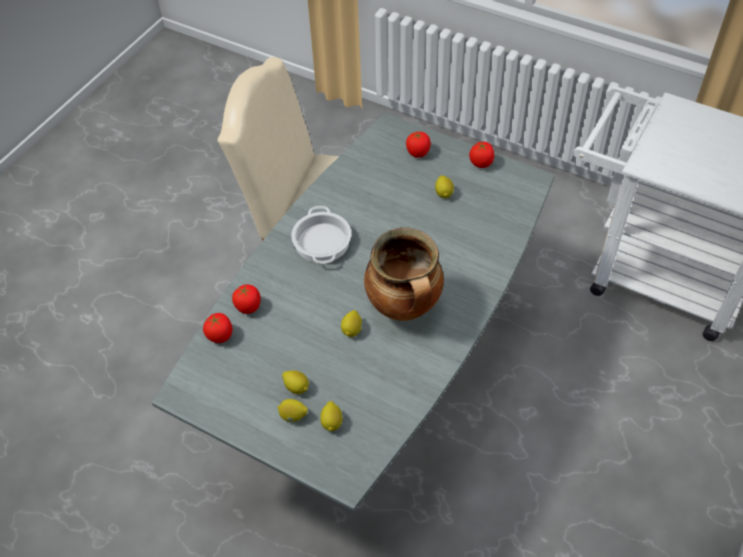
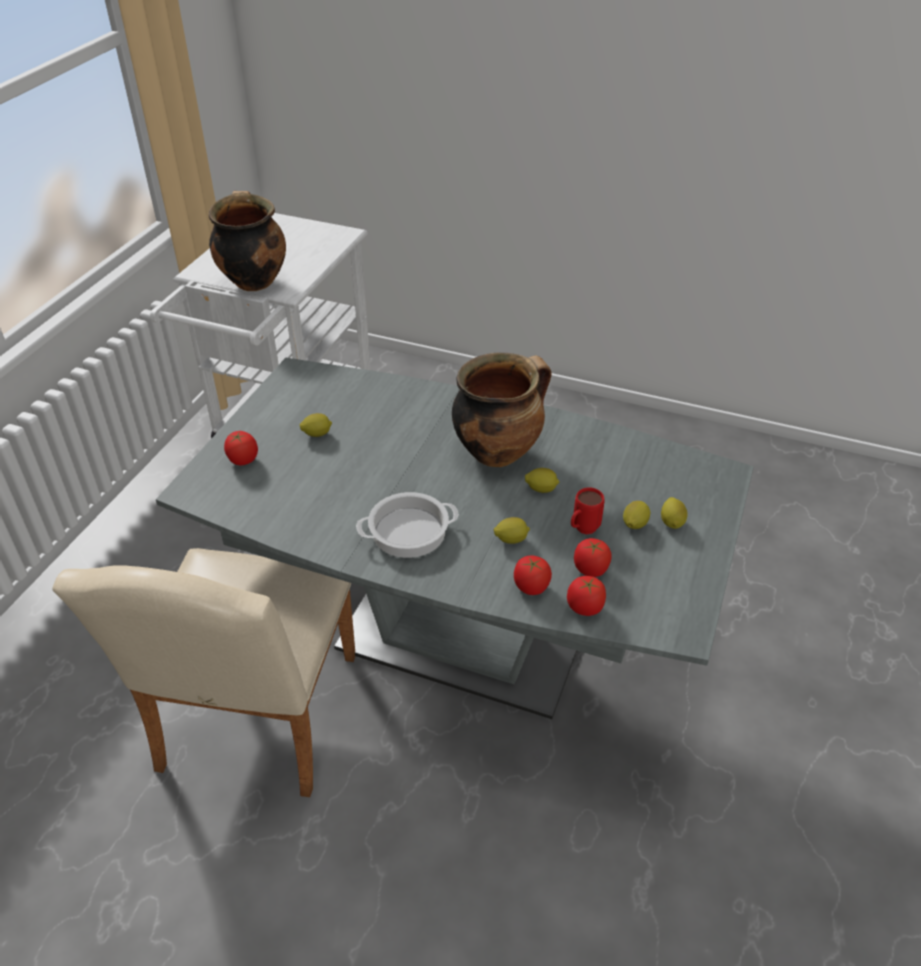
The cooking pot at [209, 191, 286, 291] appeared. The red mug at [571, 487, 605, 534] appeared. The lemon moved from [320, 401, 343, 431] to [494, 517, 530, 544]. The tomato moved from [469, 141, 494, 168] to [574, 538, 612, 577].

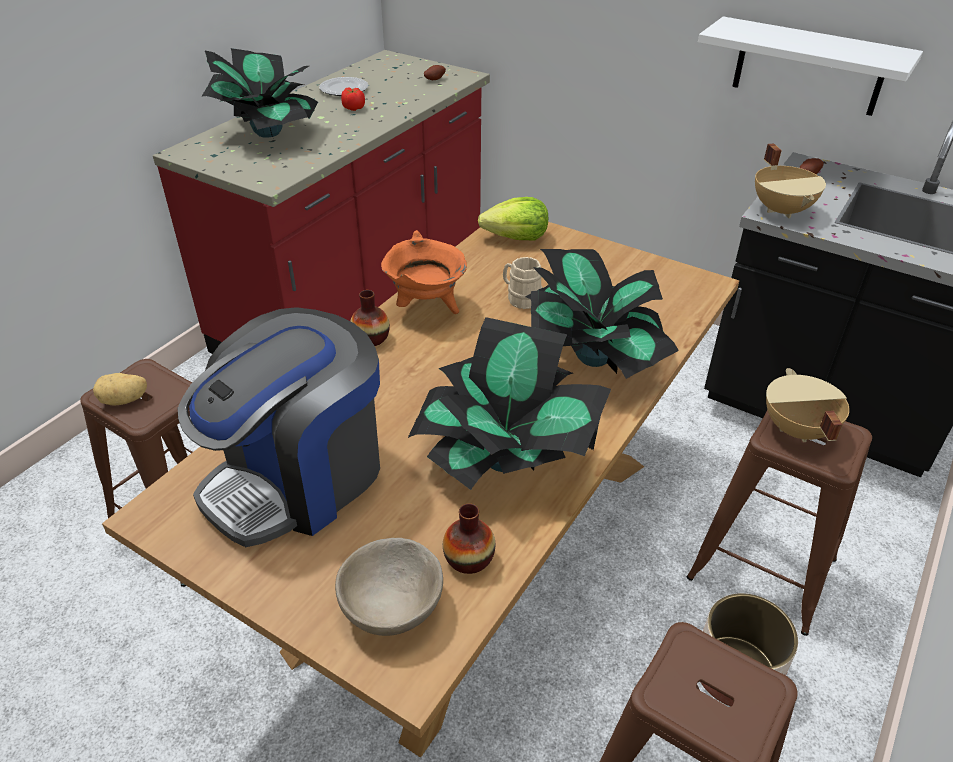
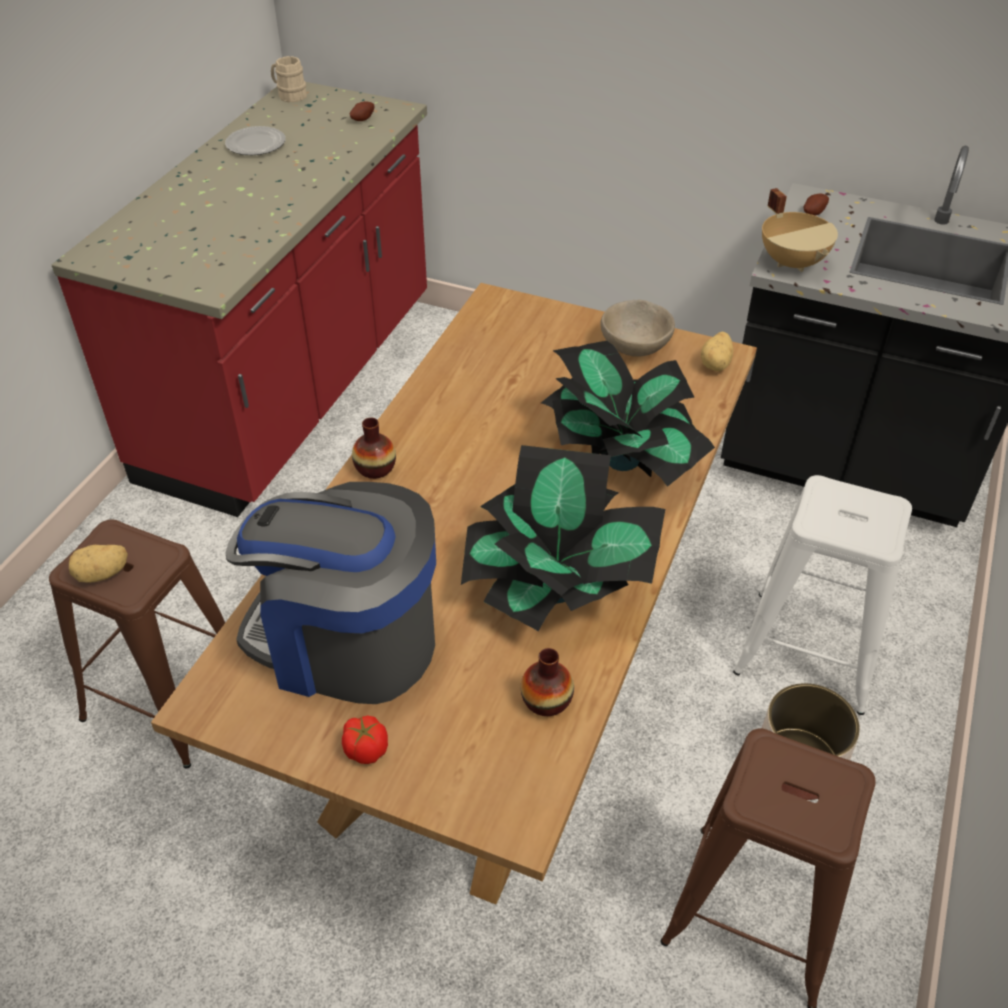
The potted plant at [202, 48, 318, 138] disappeared. The orange cooking pot at [381, 230, 467, 314] disappeared. The lettuce at [478, 197, 548, 241] disappeared. The white shelf at [698, 16, 923, 116] disappeared. The beige cooking pot at [766, 368, 850, 442] disappeared. The potato at [701, 332, 733, 372] appeared. The beige bowl moved from [335, 538, 443, 636] to [600, 300, 675, 357]. The tomato moved from [341, 87, 365, 111] to [342, 715, 388, 764]. The beige mug moved from [503, 257, 542, 309] to [271, 56, 307, 103]. The brown stool at [687, 410, 872, 636] became the white stool at [733, 475, 912, 715]. The coffee machine at [177, 307, 380, 547] turned 75 degrees clockwise.

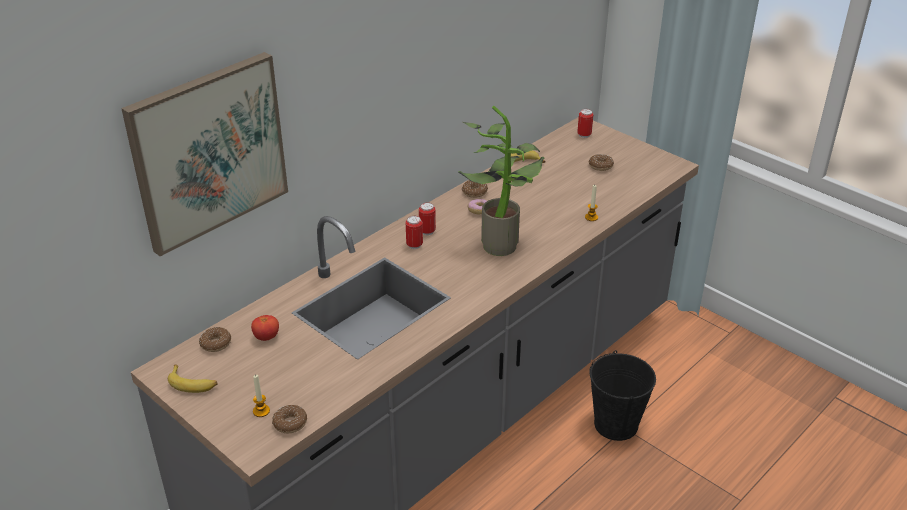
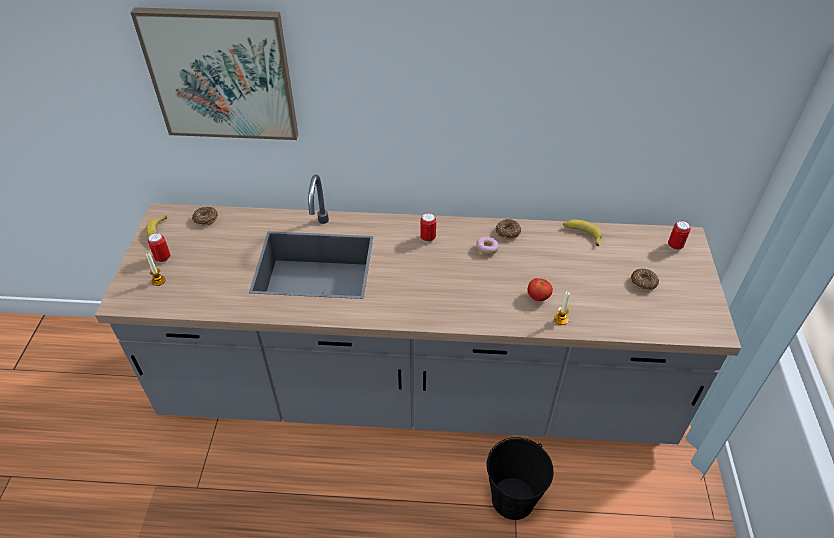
The donut at [272, 405, 307, 433] disappeared. The potted plant at [458, 106, 544, 256] disappeared. The tomato moved from [251, 315, 279, 341] to [528, 278, 553, 301]. The can moved from [405, 216, 423, 249] to [148, 233, 170, 263].

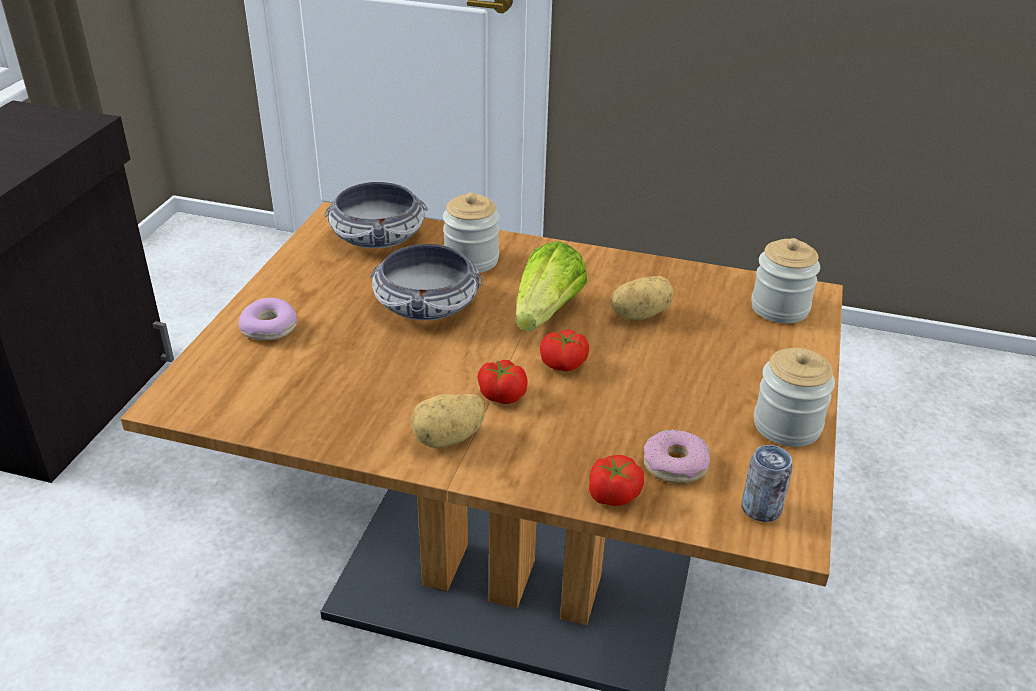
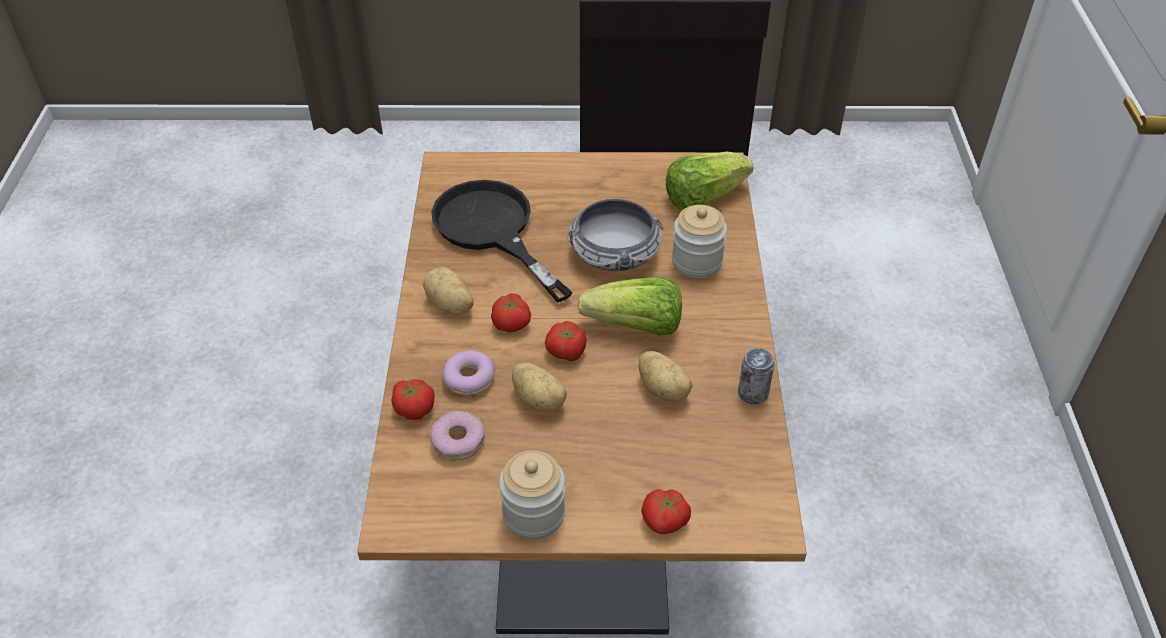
The jar at [751, 238, 820, 323] disappeared. The black frying pan at [431, 180, 573, 303] appeared. The potato at [512, 362, 567, 412] appeared. The tomato at [641, 489, 691, 534] appeared. The donut moved from [239, 298, 297, 340] to [443, 350, 495, 395]. The can moved from [741, 445, 793, 522] to [738, 348, 774, 404]. The bowl at [324, 182, 428, 248] was replaced by the lettuce at [666, 151, 753, 211].

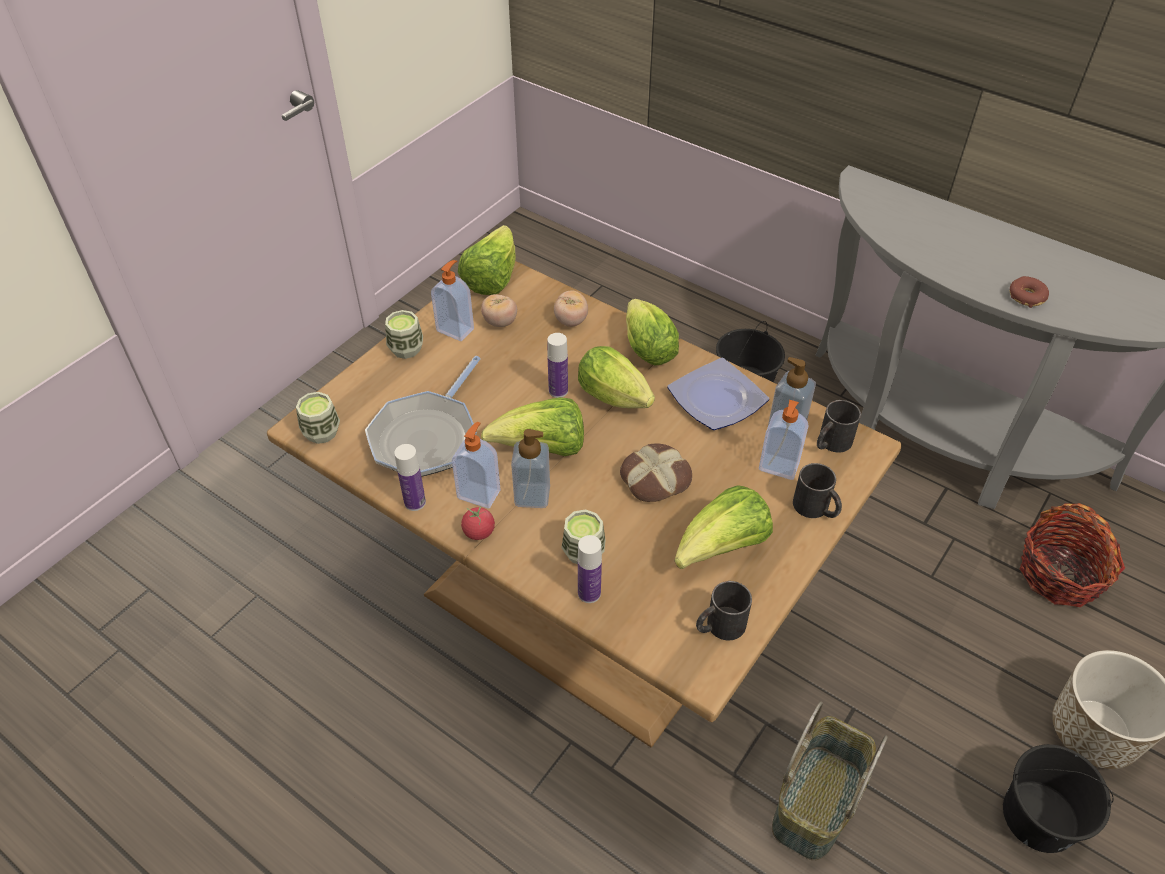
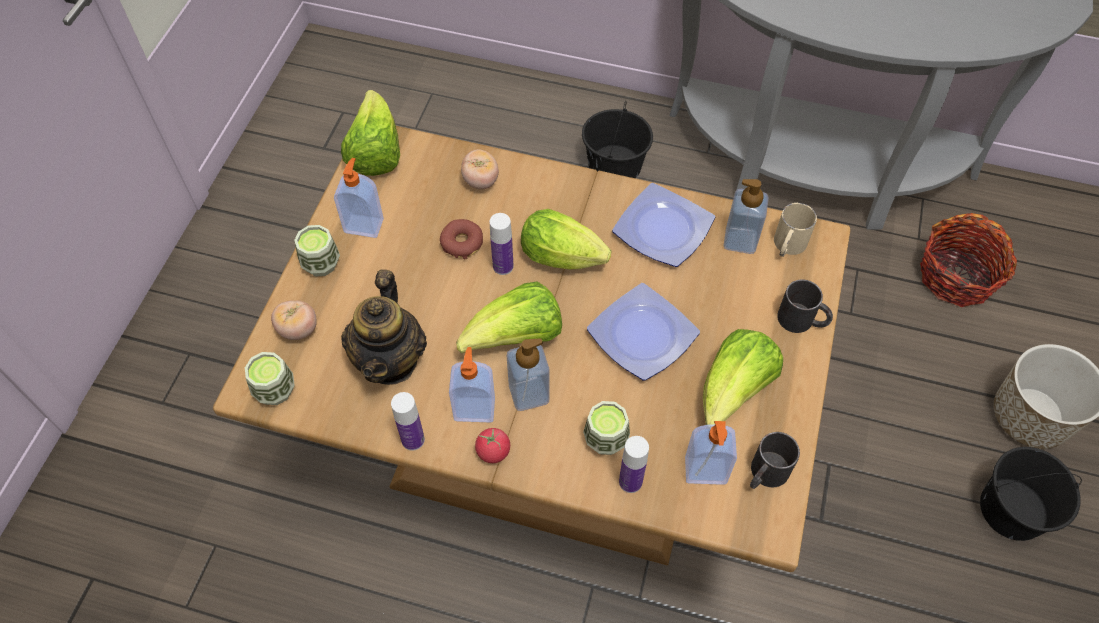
The lettuce at [626, 299, 679, 366] disappeared. The basket at [772, 701, 888, 860] disappeared. The tomato moved from [481, 294, 517, 327] to [271, 300, 317, 340]. The soap dispenser moved from [759, 400, 808, 480] to [685, 421, 737, 485]. The donut moved from [1010, 276, 1049, 308] to [440, 219, 483, 259]. The frying pan at [365, 356, 481, 477] was replaced by the teapot at [341, 270, 427, 385]. The bread at [620, 443, 692, 502] was replaced by the plate at [587, 283, 700, 381]. The black mug at [817, 400, 861, 453] became the beige mug at [774, 203, 817, 257].

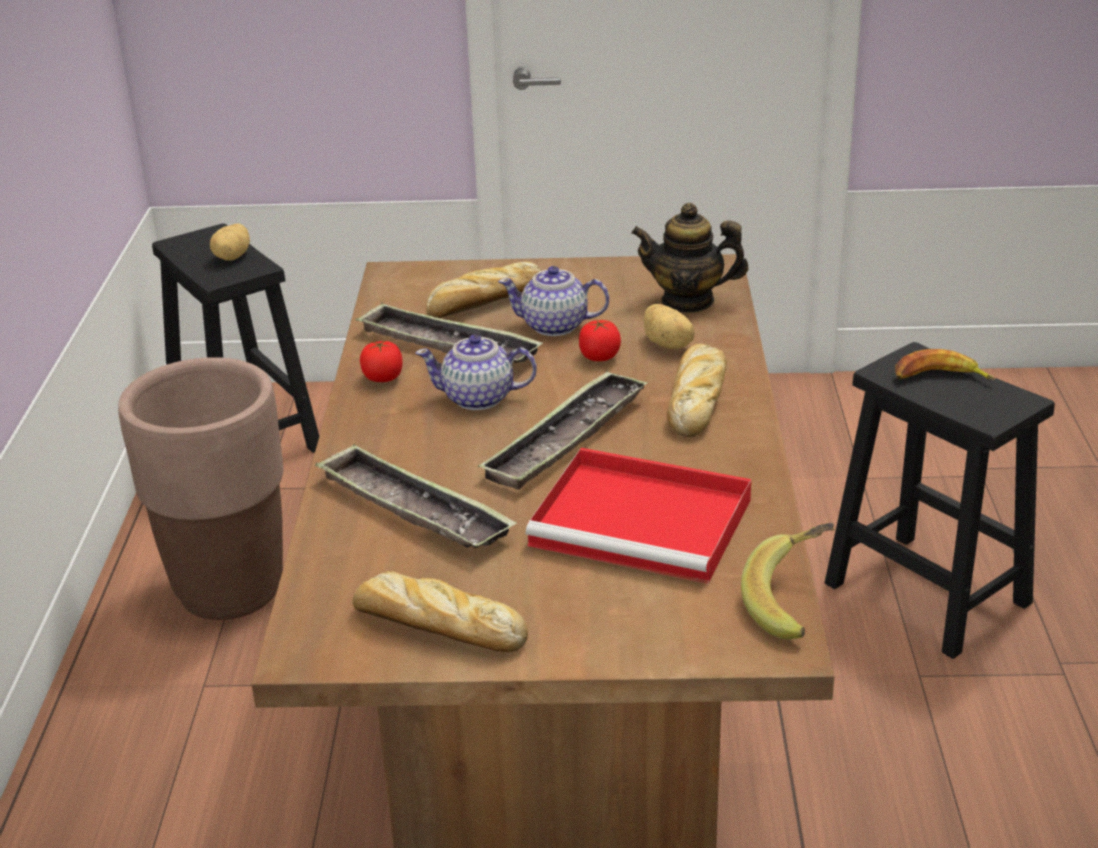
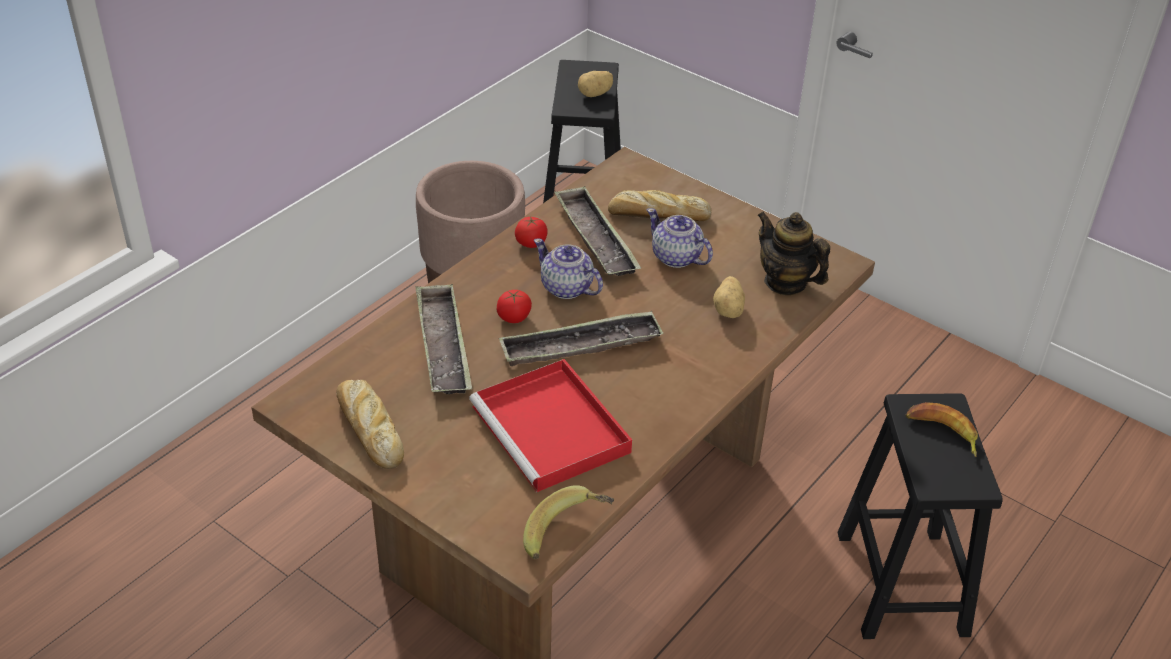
The bread at [667, 344, 727, 437] disappeared. The tomato moved from [579, 320, 621, 361] to [497, 290, 532, 323].

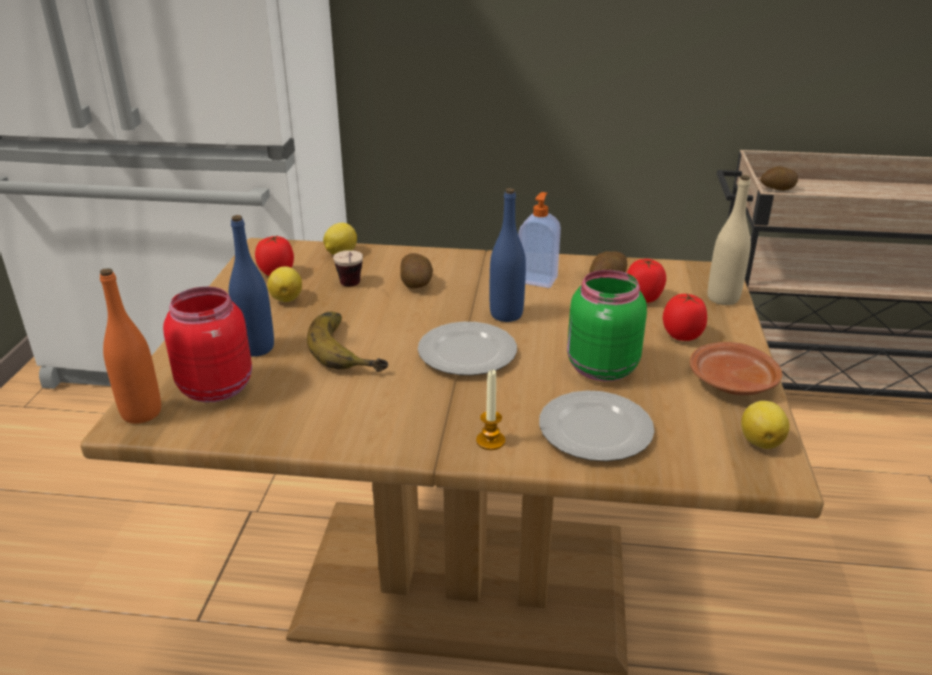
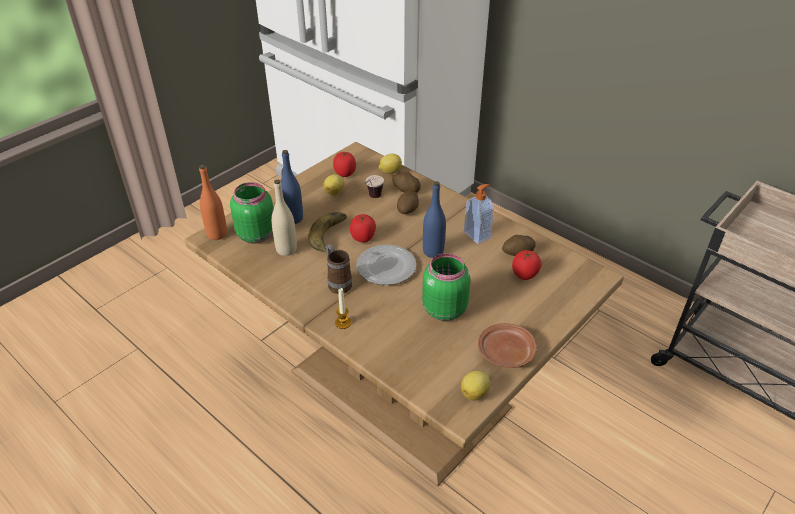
The plate at [539, 390, 654, 461] disappeared. The mug at [326, 244, 352, 294] appeared. The tomato moved from [663, 294, 707, 341] to [350, 214, 376, 243]. The beige bottle moved from [708, 175, 751, 305] to [271, 179, 297, 256]. The potato moved from [760, 166, 798, 191] to [392, 172, 421, 193]. The red jar at [163, 287, 252, 402] became the green jar at [230, 182, 273, 243].

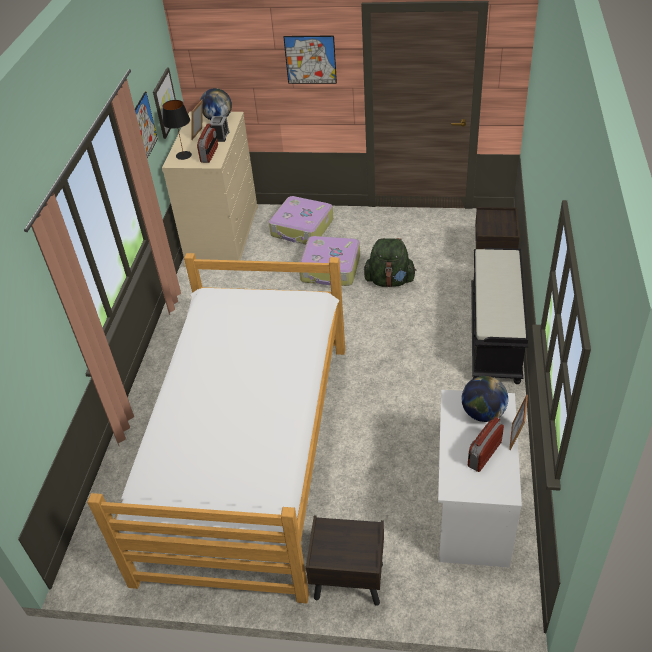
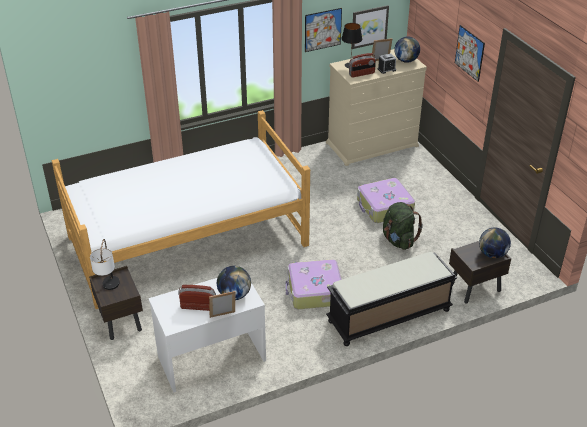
The table lamp at [90, 239, 120, 290] appeared. The globe at [479, 227, 511, 258] appeared. The suitcase moved from [269, 196, 333, 244] to [286, 259, 342, 309].

